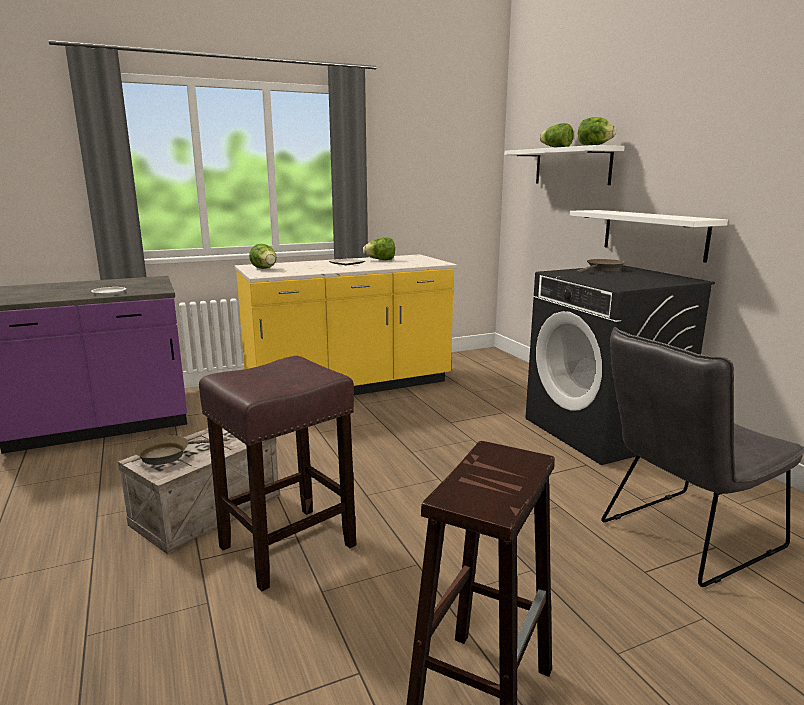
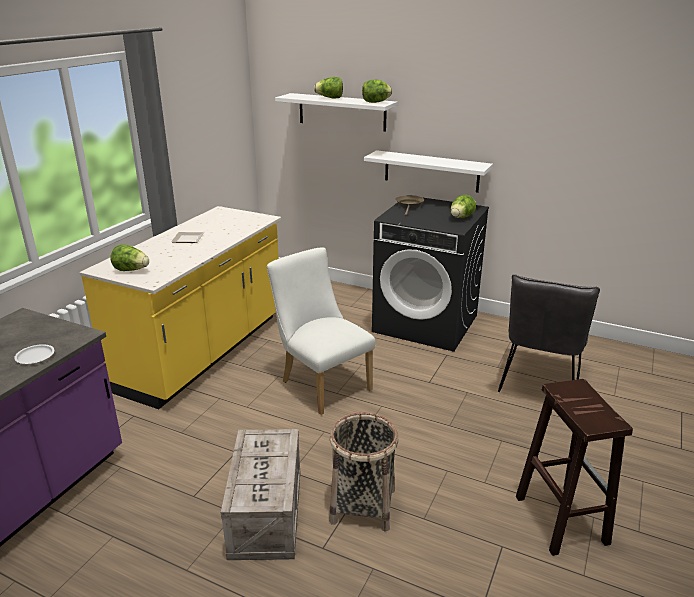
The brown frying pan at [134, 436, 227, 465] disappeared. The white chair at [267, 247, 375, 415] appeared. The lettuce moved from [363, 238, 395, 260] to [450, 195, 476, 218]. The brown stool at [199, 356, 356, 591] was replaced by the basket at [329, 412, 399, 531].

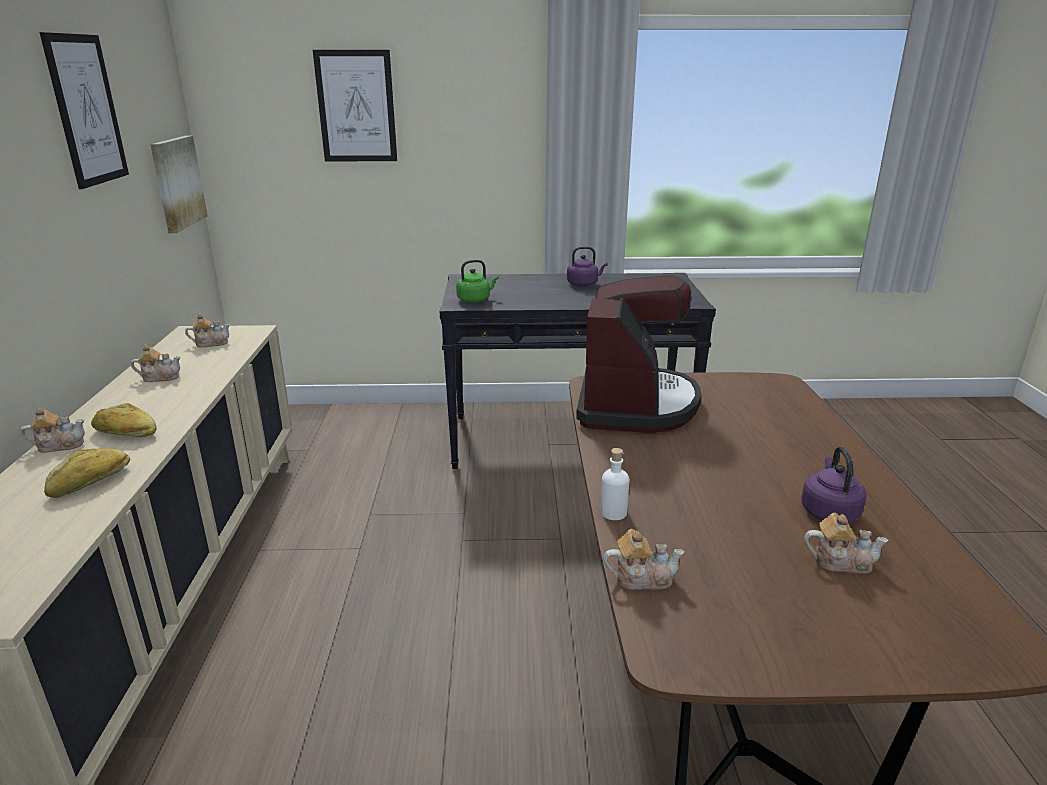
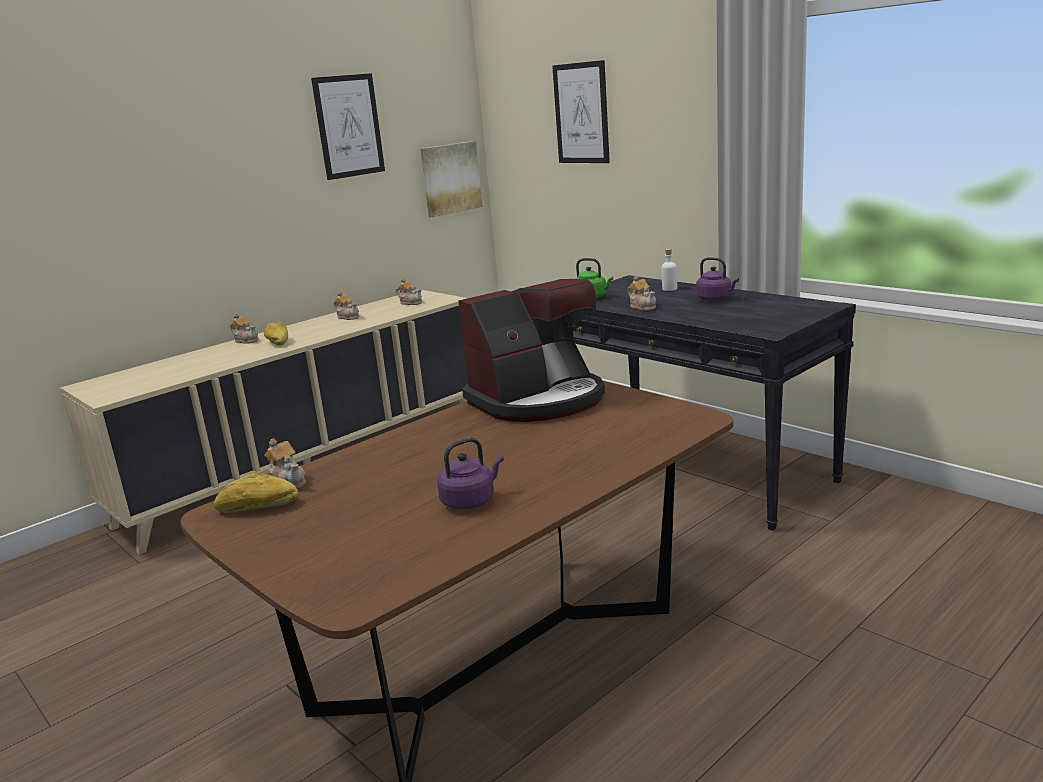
The bread moved from [44, 448, 130, 498] to [214, 472, 299, 513]. The white bottle moved from [600, 448, 629, 520] to [661, 249, 677, 291]. The teapot moved from [804, 513, 889, 574] to [628, 275, 656, 311].

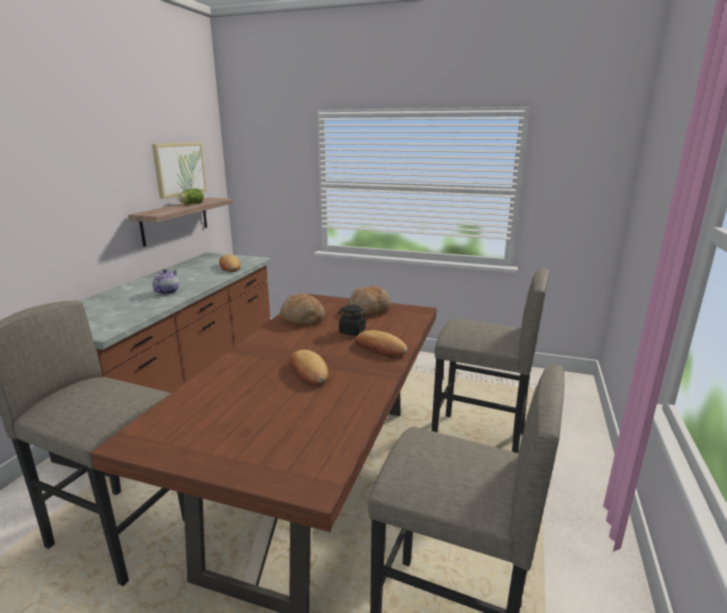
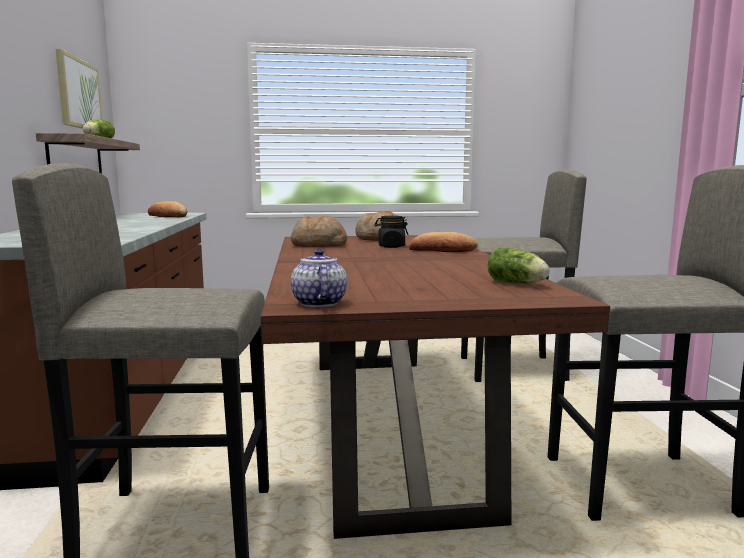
The bread at [290, 350, 328, 384] disappeared. The lettuce at [488, 247, 550, 284] appeared. The teapot moved from [152, 269, 179, 294] to [291, 249, 347, 307].

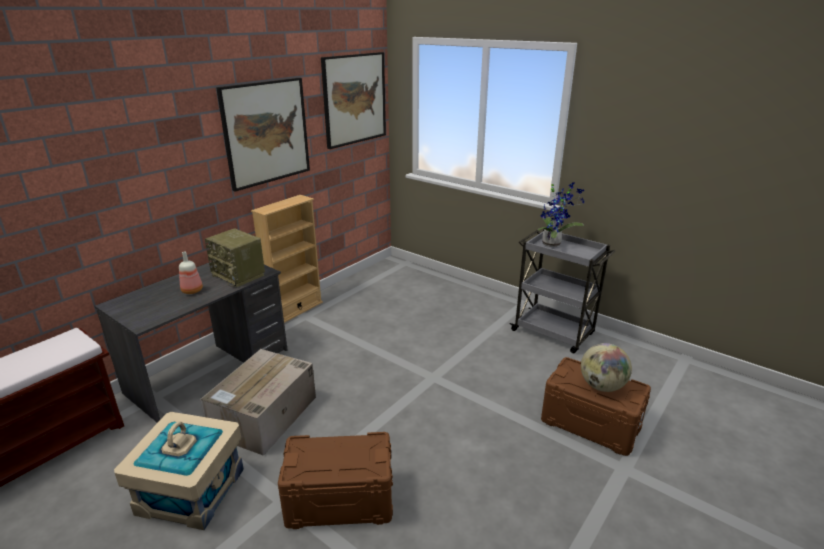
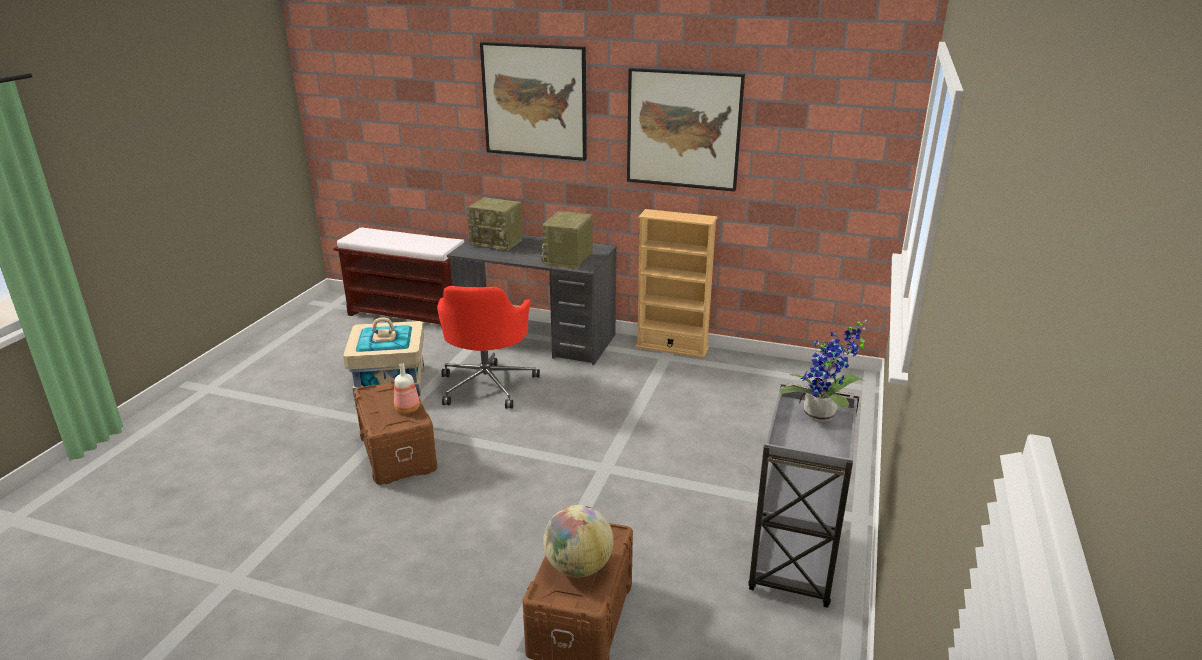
The radio at [467, 197, 522, 251] appeared. The bottle moved from [179, 251, 203, 294] to [394, 363, 420, 414]. The picture moved from [321, 52, 386, 149] to [480, 42, 587, 161]. The cardboard box at [200, 349, 316, 455] was replaced by the red office chair at [437, 286, 540, 409].

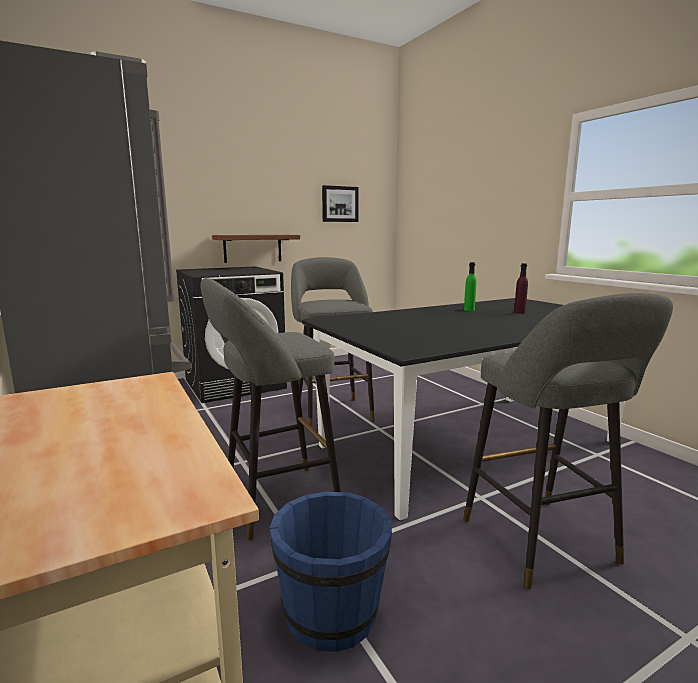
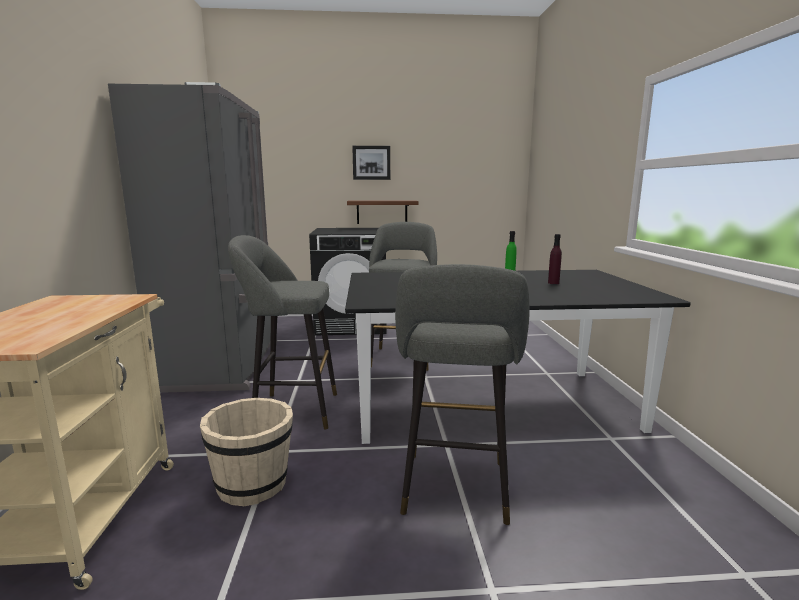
The picture moved from [322, 185, 359, 222] to [352, 146, 390, 180]. The blue bucket at [269, 492, 392, 652] became the beige bucket at [200, 398, 293, 506].

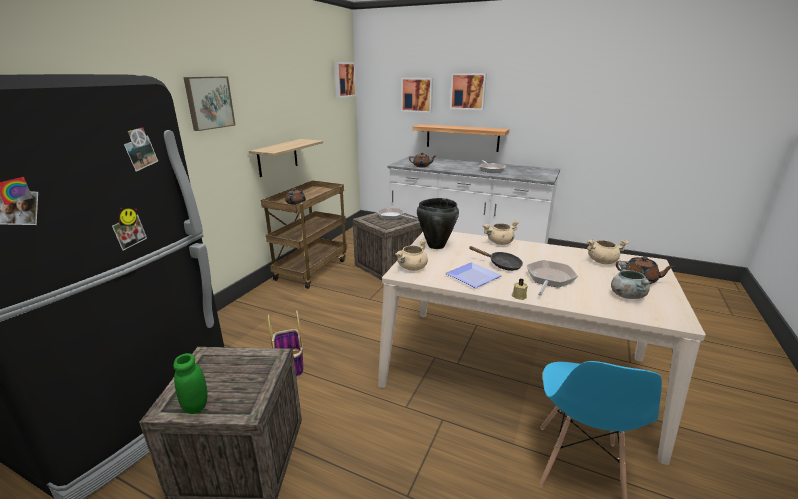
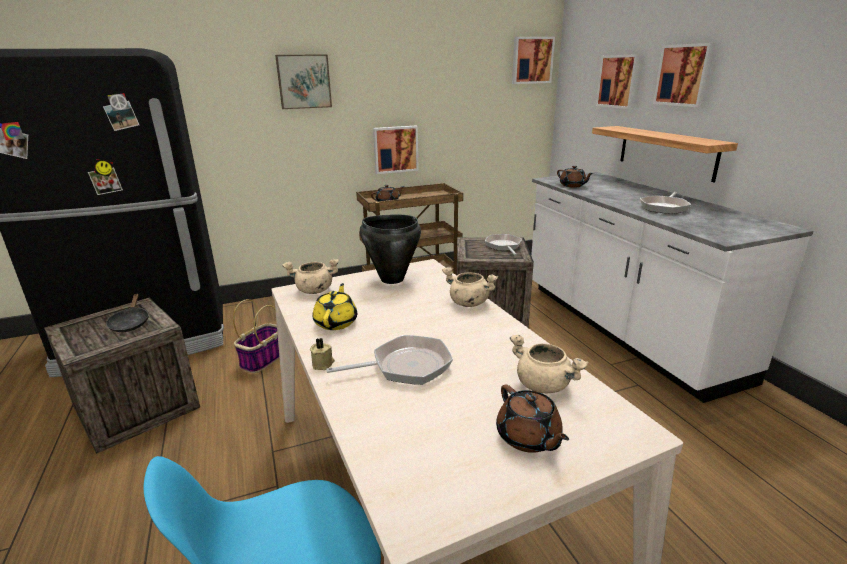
The green jar at [173, 353, 207, 414] disappeared. The grey cooking pot at [611, 261, 651, 299] disappeared. The black frying pan moved from [469, 246, 523, 271] to [106, 294, 149, 332]. The shelf at [249, 139, 323, 177] was replaced by the picture at [373, 126, 419, 174]. The plate at [445, 262, 502, 288] was replaced by the yellow teapot at [313, 283, 357, 330].

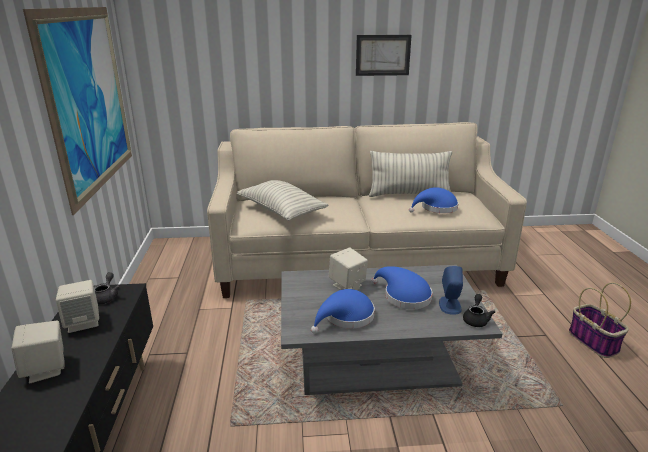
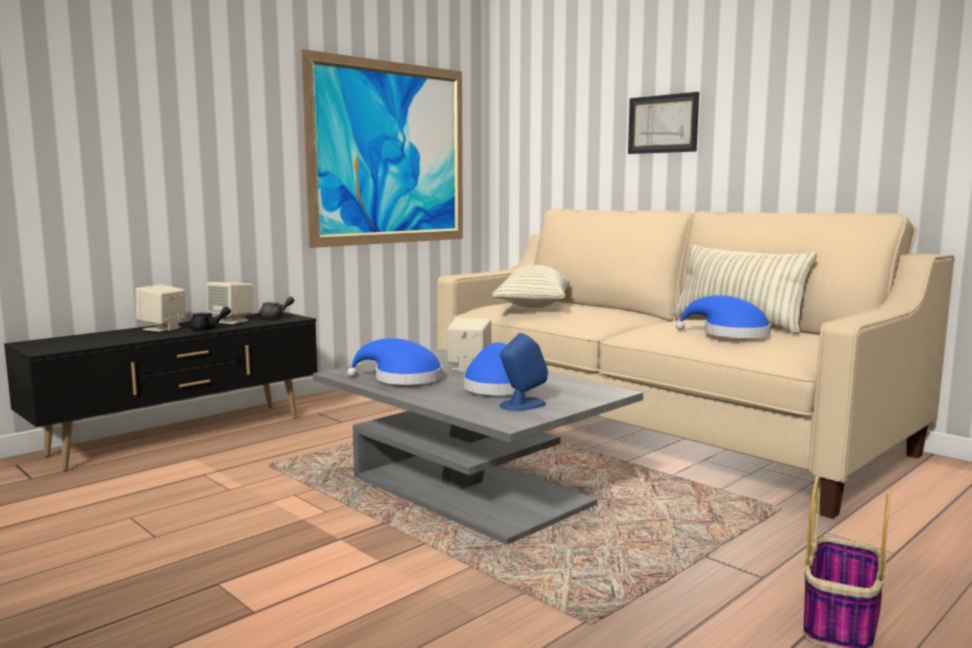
The picture moved from [356, 35, 412, 76] to [628, 92, 699, 154]. The black teapot moved from [463, 294, 495, 327] to [189, 307, 231, 330].

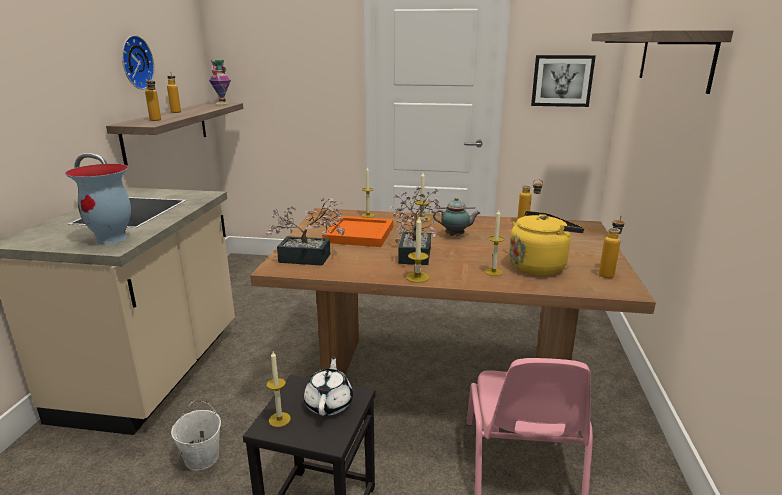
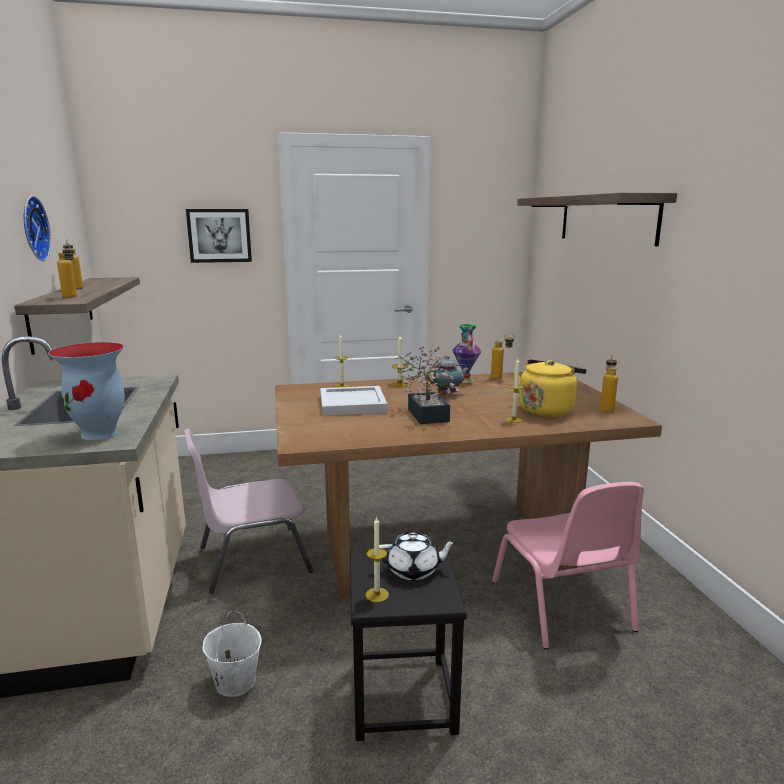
The potted plant at [266, 198, 345, 266] disappeared. The candle at [406, 217, 430, 283] disappeared. The pink chair at [184, 429, 313, 594] appeared. The vase moved from [209, 60, 231, 104] to [452, 324, 482, 383]. The picture moved from [531, 55, 596, 107] to [186, 209, 252, 263]. The orange tray at [322, 216, 393, 247] became the white tray at [320, 386, 387, 416]. The white teapot at [304, 356, 353, 416] turned 105 degrees clockwise.

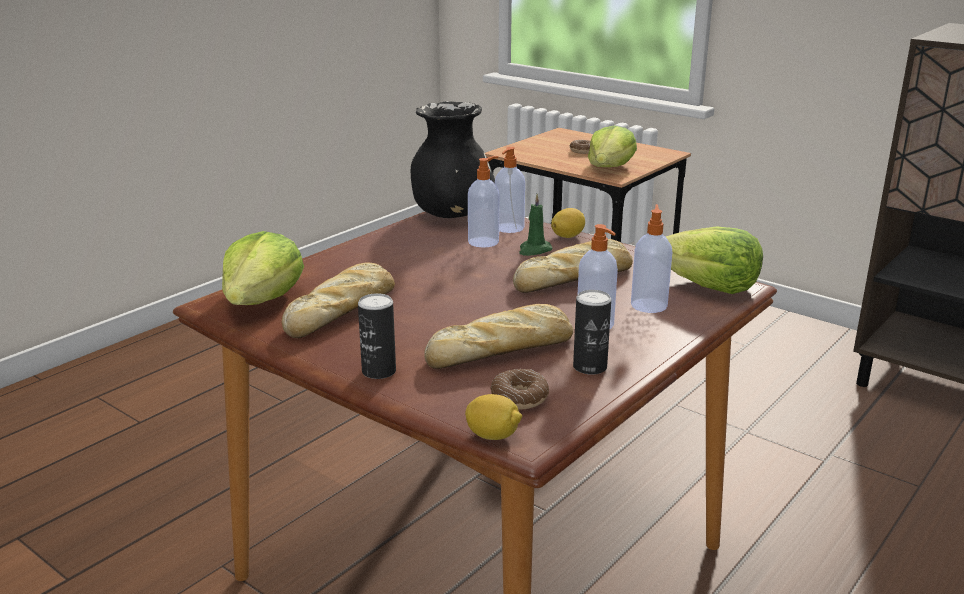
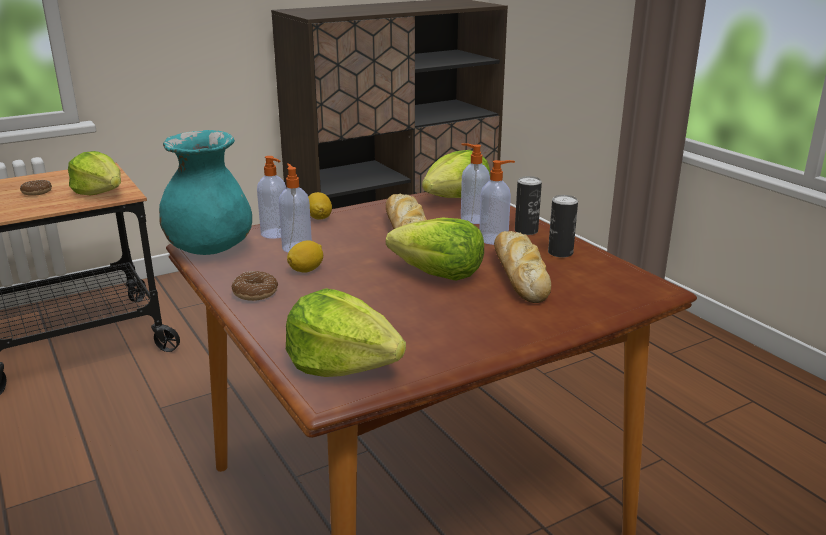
The bread at [282, 262, 395, 338] disappeared. The green candle at [519, 194, 553, 256] disappeared. The lettuce at [386, 217, 484, 280] appeared. The can moved from [358, 293, 396, 379] to [515, 176, 542, 235]. The lemon moved from [465, 394, 522, 440] to [287, 240, 323, 273]. The donut moved from [490, 369, 549, 409] to [231, 271, 278, 301]. The black vase at [411, 101, 495, 218] became the turquoise vase at [159, 130, 252, 255].

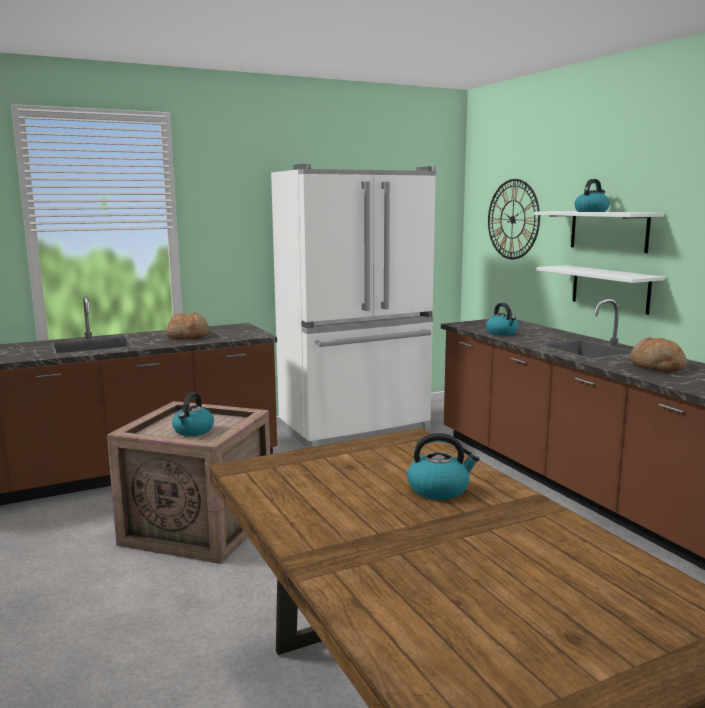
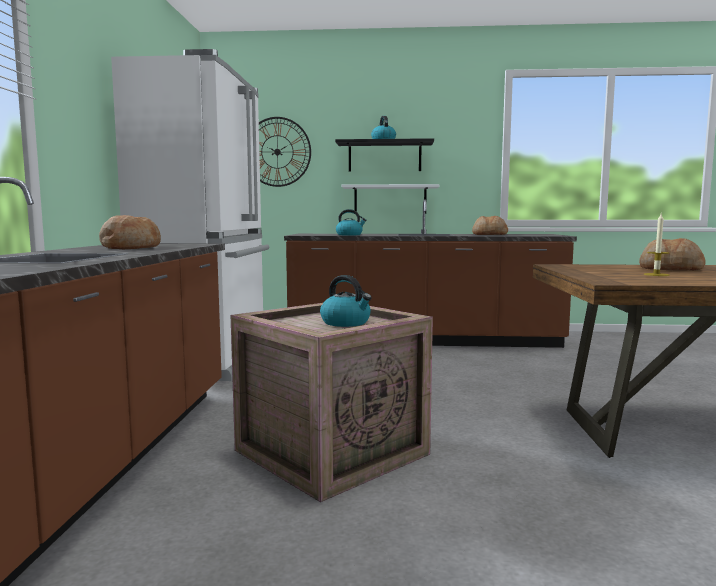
The candle at [644, 214, 670, 276] appeared. The kettle at [407, 433, 480, 500] was replaced by the bread at [639, 238, 706, 271]. The white shelf at [534, 211, 664, 253] became the black shelf at [335, 138, 434, 172].

